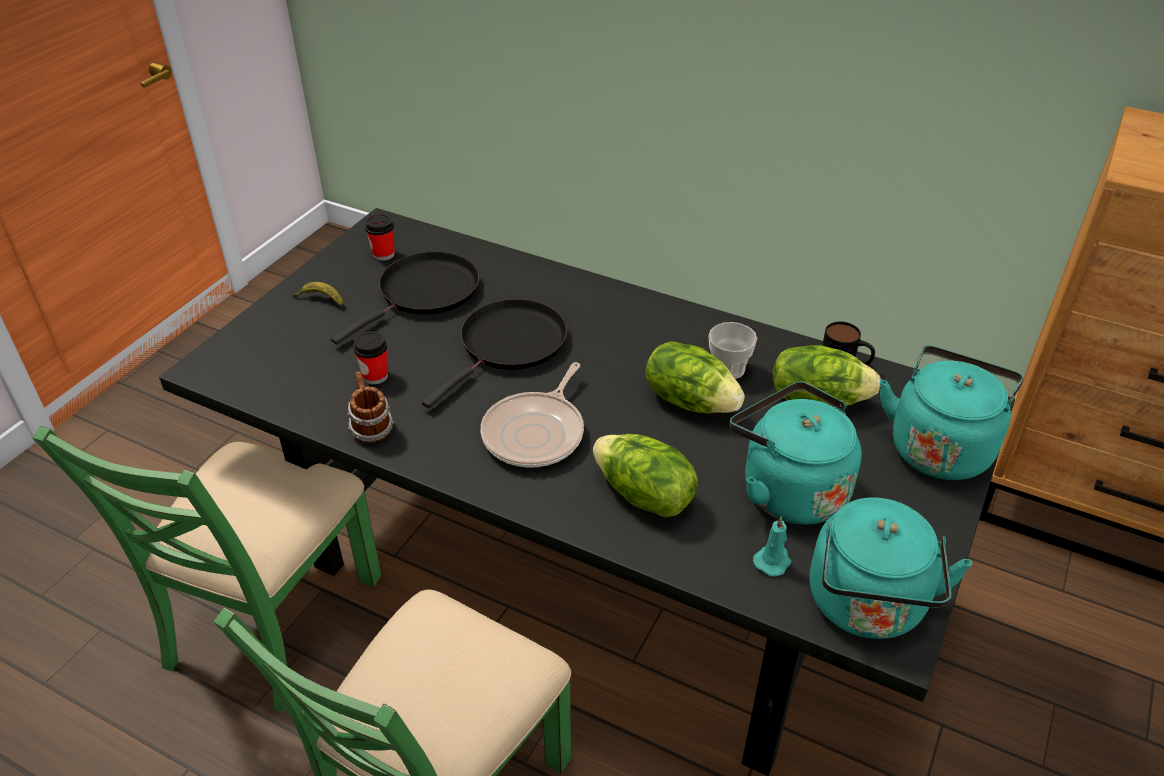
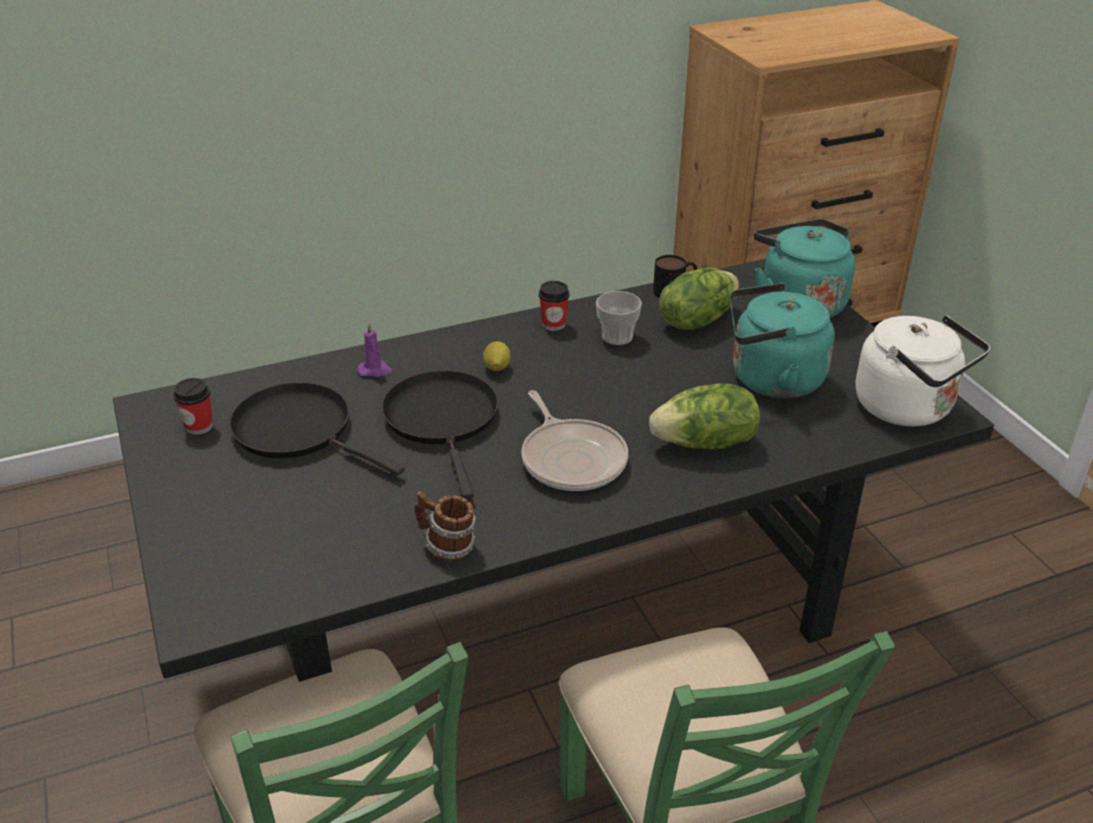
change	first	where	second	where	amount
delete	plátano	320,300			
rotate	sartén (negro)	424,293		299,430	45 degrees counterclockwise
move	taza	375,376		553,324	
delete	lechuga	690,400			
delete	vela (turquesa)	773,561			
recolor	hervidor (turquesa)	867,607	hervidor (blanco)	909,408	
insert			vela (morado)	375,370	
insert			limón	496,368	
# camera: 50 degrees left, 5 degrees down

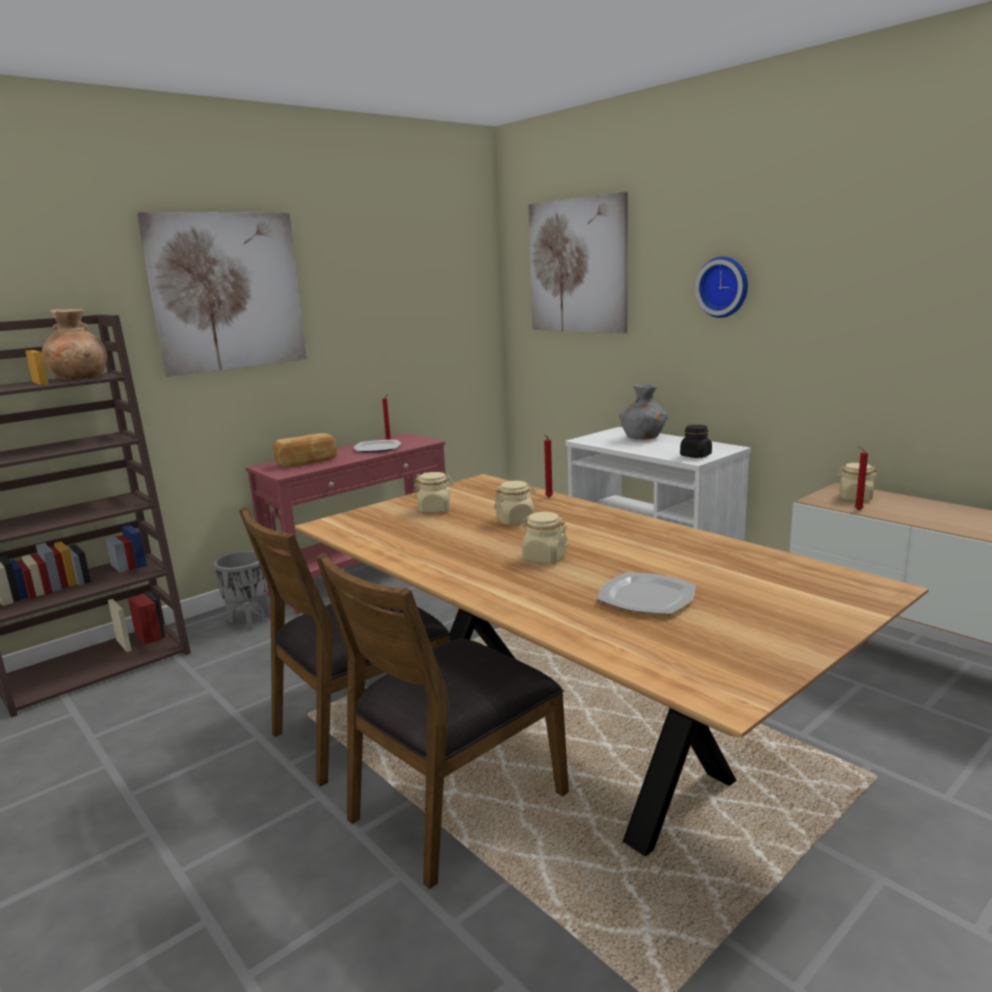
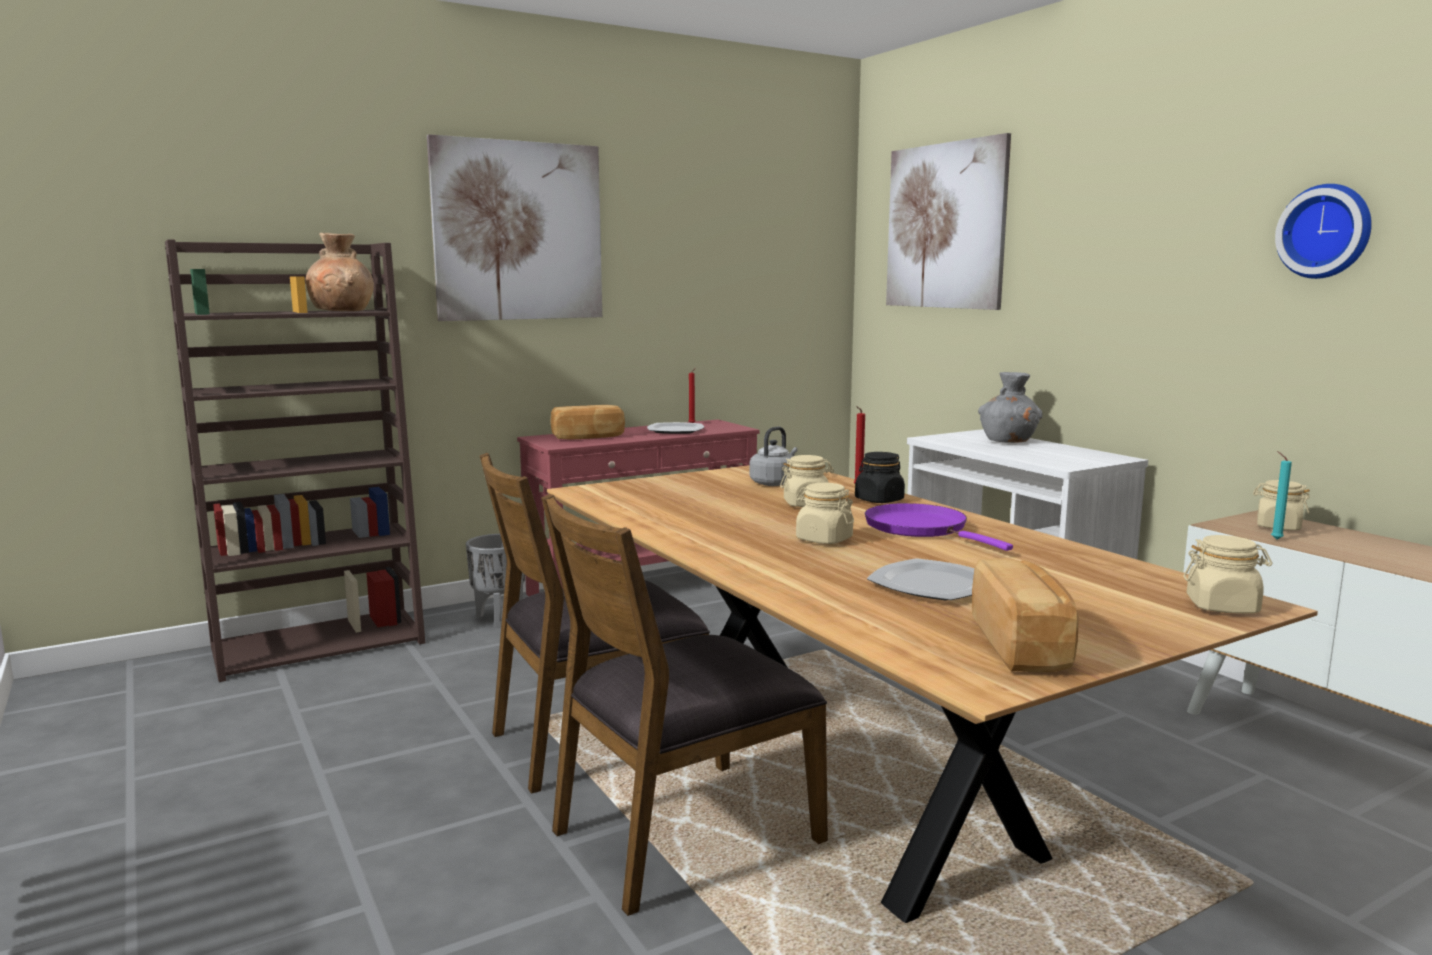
change	first	where	second	where	amount
move	tarro (beis)	435,509		1222,607	
move	tarro (negro)	695,456		879,500	
move	reloj de pared	724,287		1326,231	
recolor	vela (rojo)	857,510	vela (turquesa)	1274,539	
insert			hervidor (gris)	774,483	
insert			sartén (morado)	921,528	
insert			pan	1022,645	
# camera: 10 degrees right, 5 degrees down

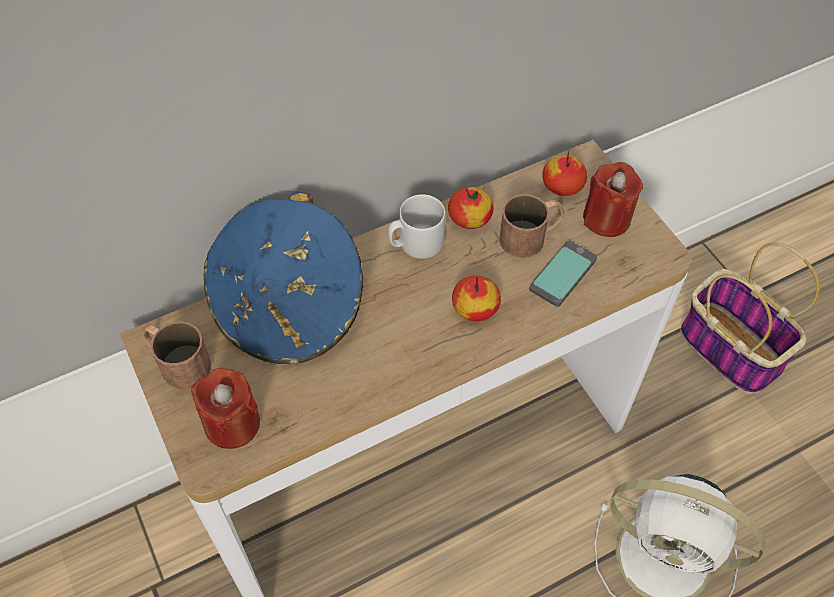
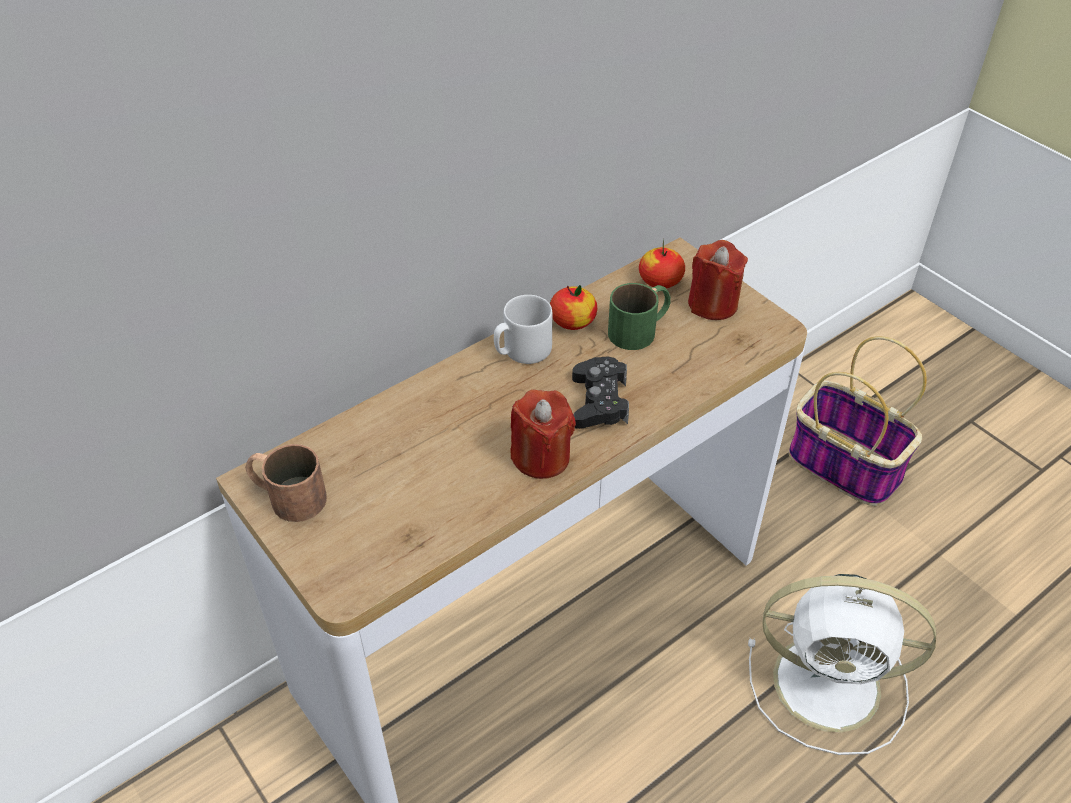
change	first	where	second	where	amount
move	vela (rojo)	232,424		541,457	
delete	sombrero (azul)	289,309			
replace	manzana	475,308	mando de consola (negro)	599,401	
recolor	taza grande (marrón)	531,236	taza grande (verde)	640,329	
delete	móvil	562,274			
# camera: 10 degrees left, 10 degrees down

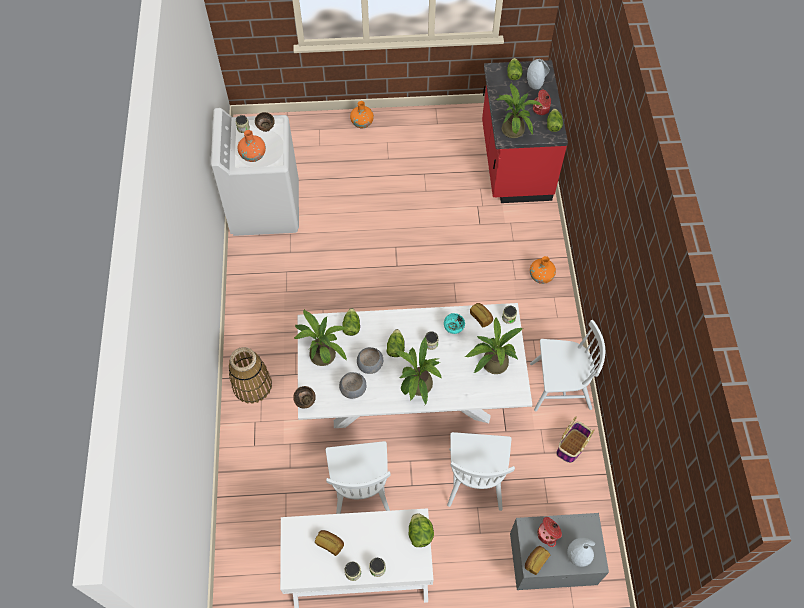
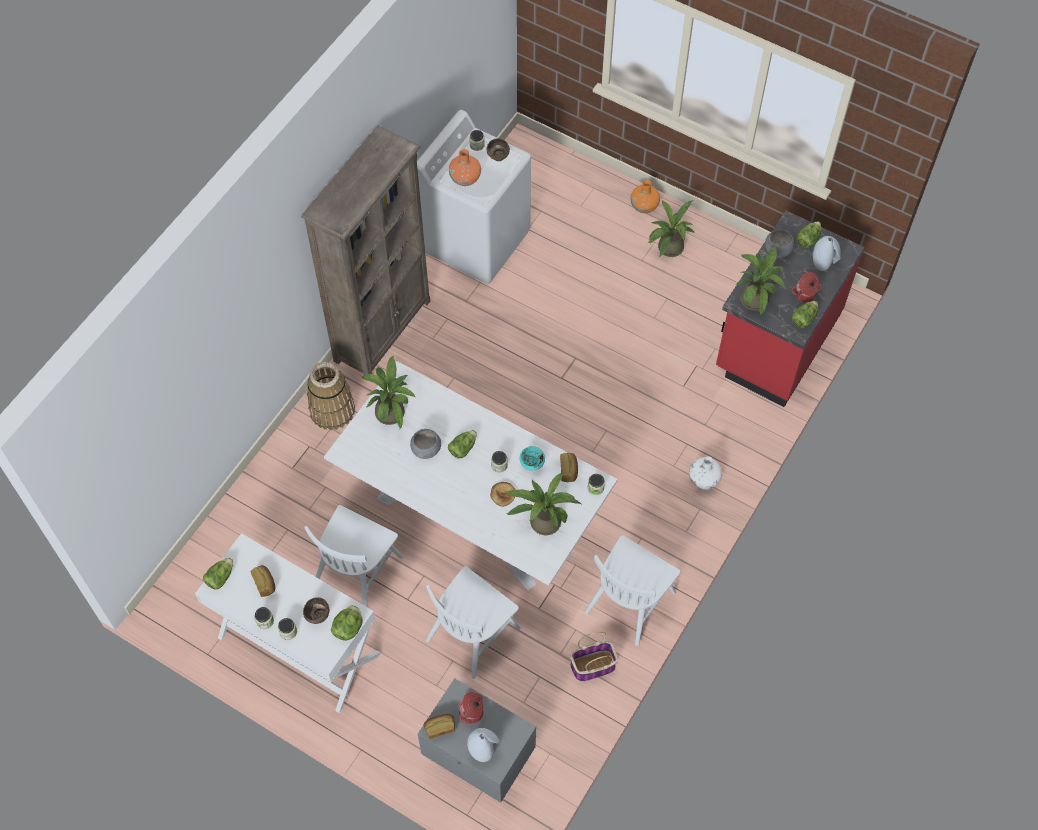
change	first	where	second	where	amount
move	cuenco (marrón)	306,402		318,617	
move	cuenco (gris)	353,389		778,250	
move	lechuga	351,326		220,577	
move	planta en maceta	417,387		667,249	
recolor	florero (naranja)	541,276	florero (blanco)	703,479	
rotate	silla (blanco)	560,386		630,601	90 degrees clockwise
insert			estantería (marrón)	383,330	
insert			pan	503,494	
# camera: 35 degrees right, 0 degrees up

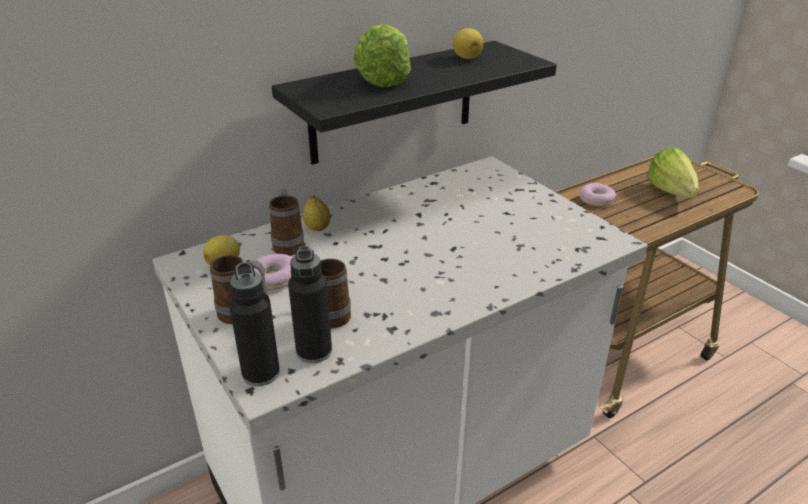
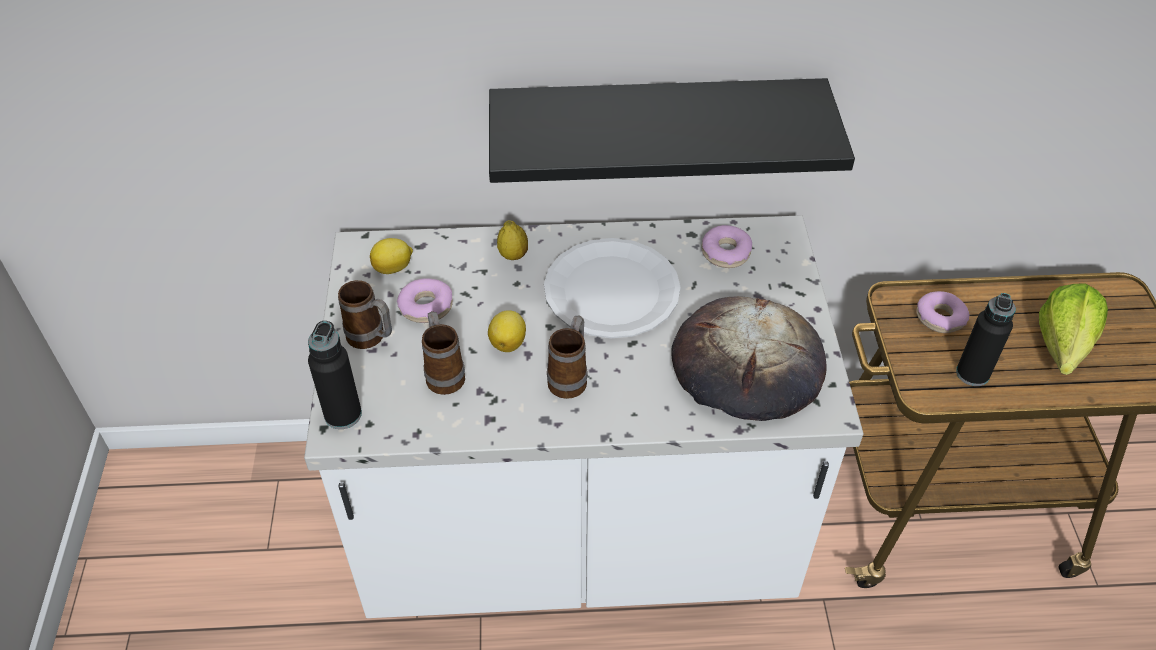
change	first	where	second	where	amount
move	taza grande	288,244		570,377	
move	botella (negro)	314,351		972,373	
delete	lechuga	386,76			
move	limón	467,57		508,342	
insert			plato (blanco)	611,290	
insert			pan	746,365	
insert			rosquilla	726,252	
# camera: 30 degrees right, 15 degrees up

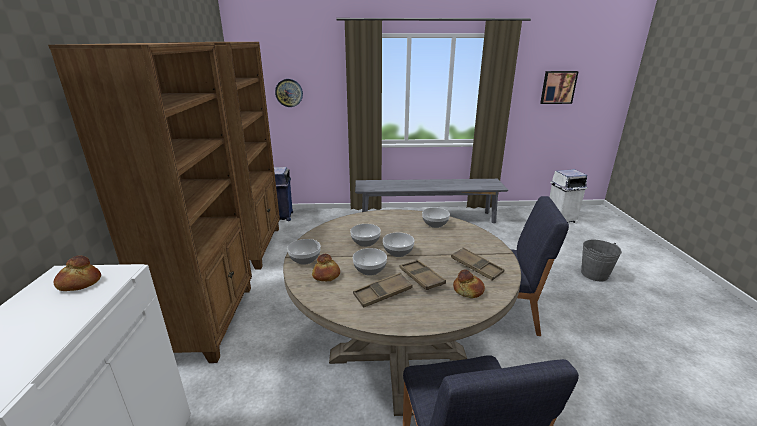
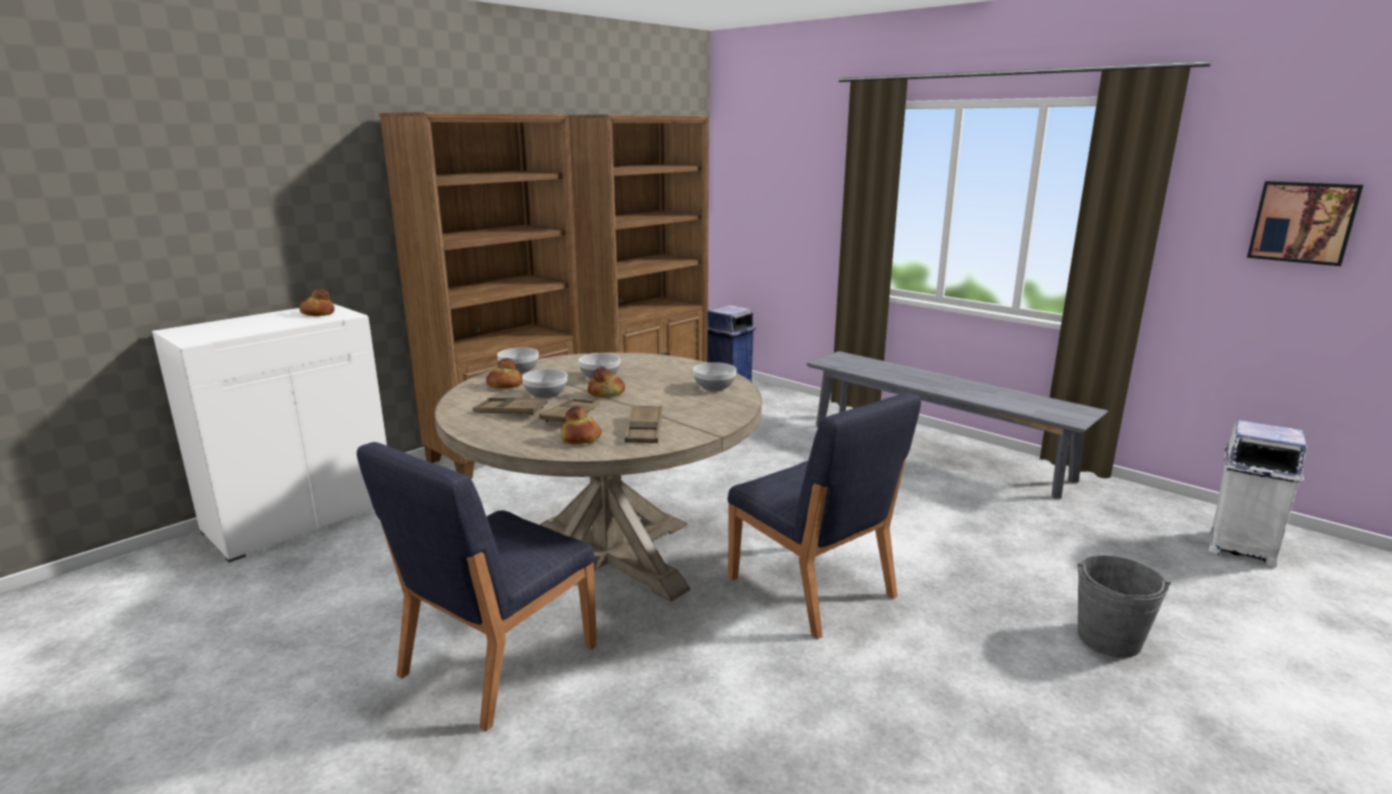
change	first	where	second	where	amount
delete	reloj de pared	289,93			
replace	cuenco	398,252	pan	607,393	
# camera: 45 degrees right, 5 degrees down

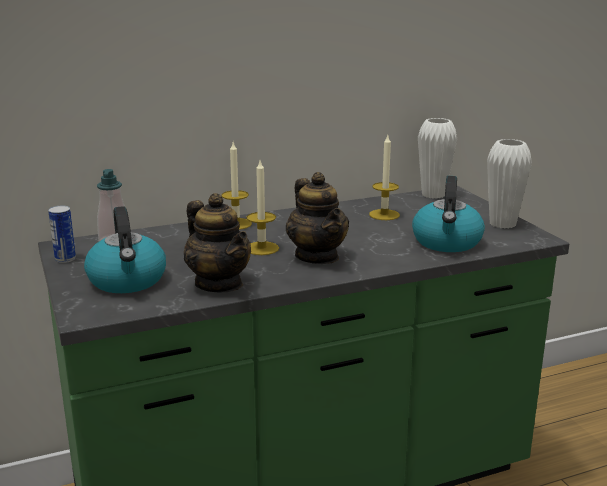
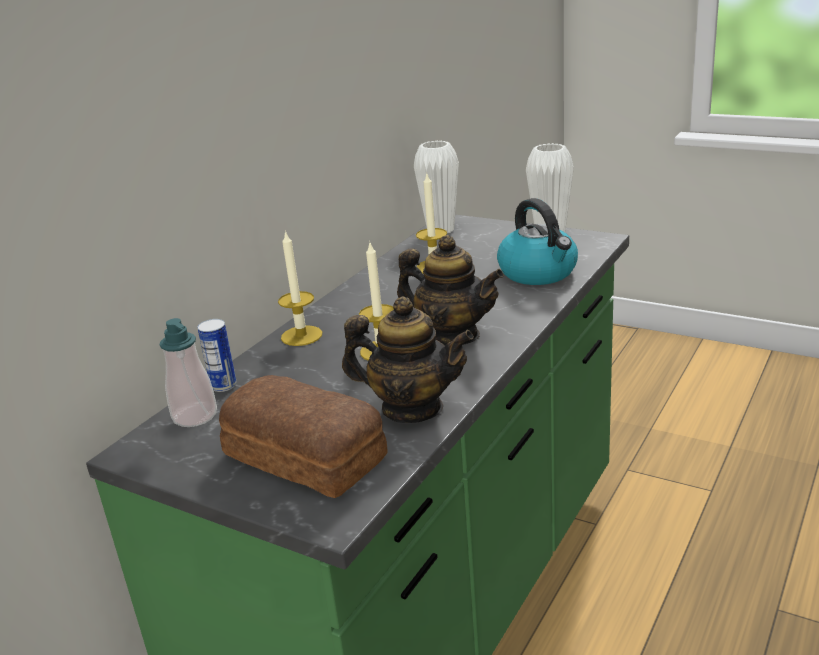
change	first	where	second	where	amount
move	lata	65,259		223,385	
replace	hervidor	128,281	pan	304,453	
# camera: 35 degrees left, 5 degrees up

